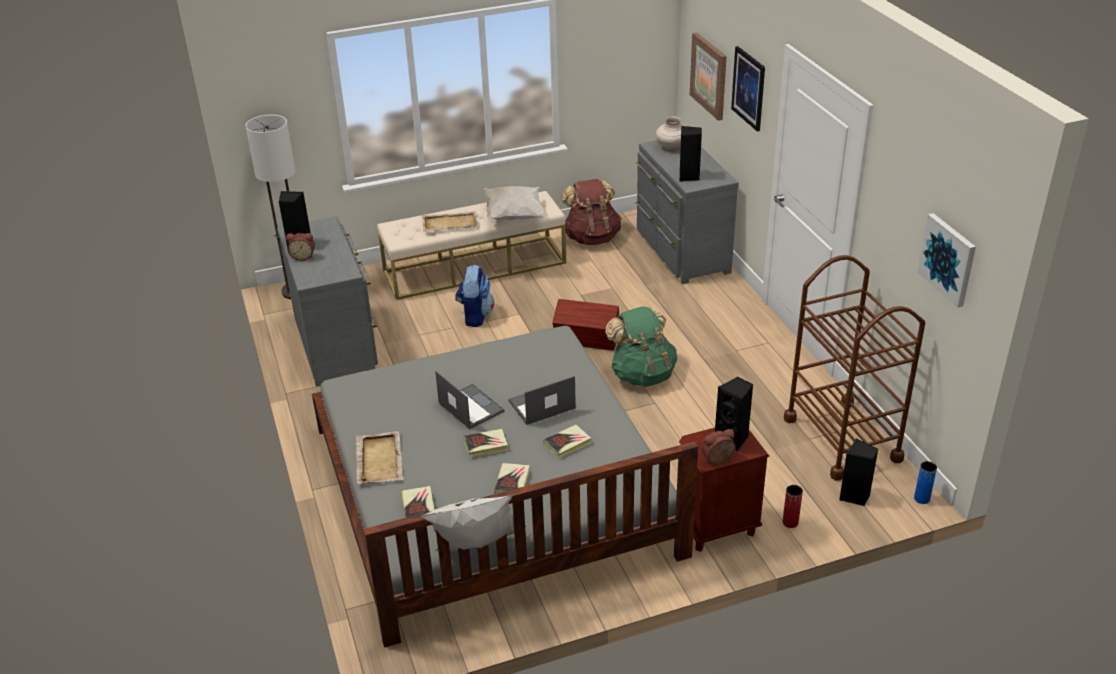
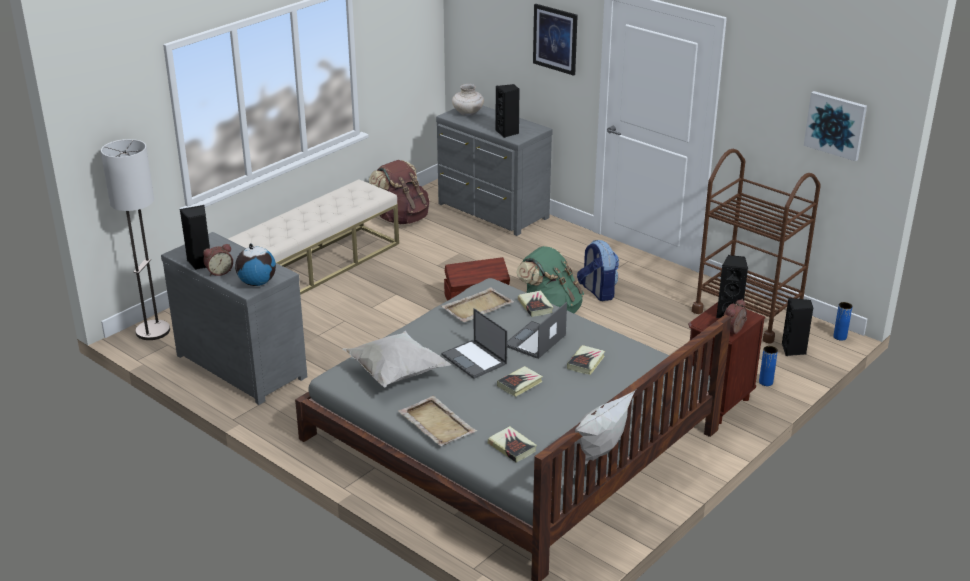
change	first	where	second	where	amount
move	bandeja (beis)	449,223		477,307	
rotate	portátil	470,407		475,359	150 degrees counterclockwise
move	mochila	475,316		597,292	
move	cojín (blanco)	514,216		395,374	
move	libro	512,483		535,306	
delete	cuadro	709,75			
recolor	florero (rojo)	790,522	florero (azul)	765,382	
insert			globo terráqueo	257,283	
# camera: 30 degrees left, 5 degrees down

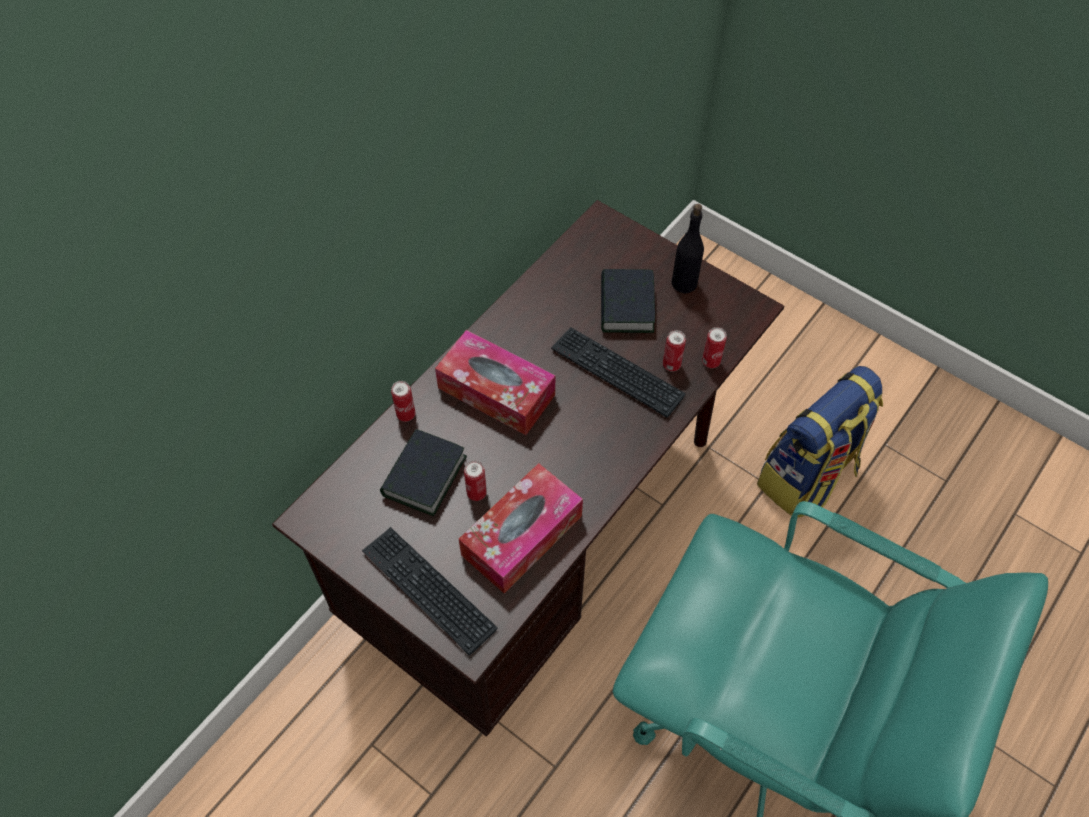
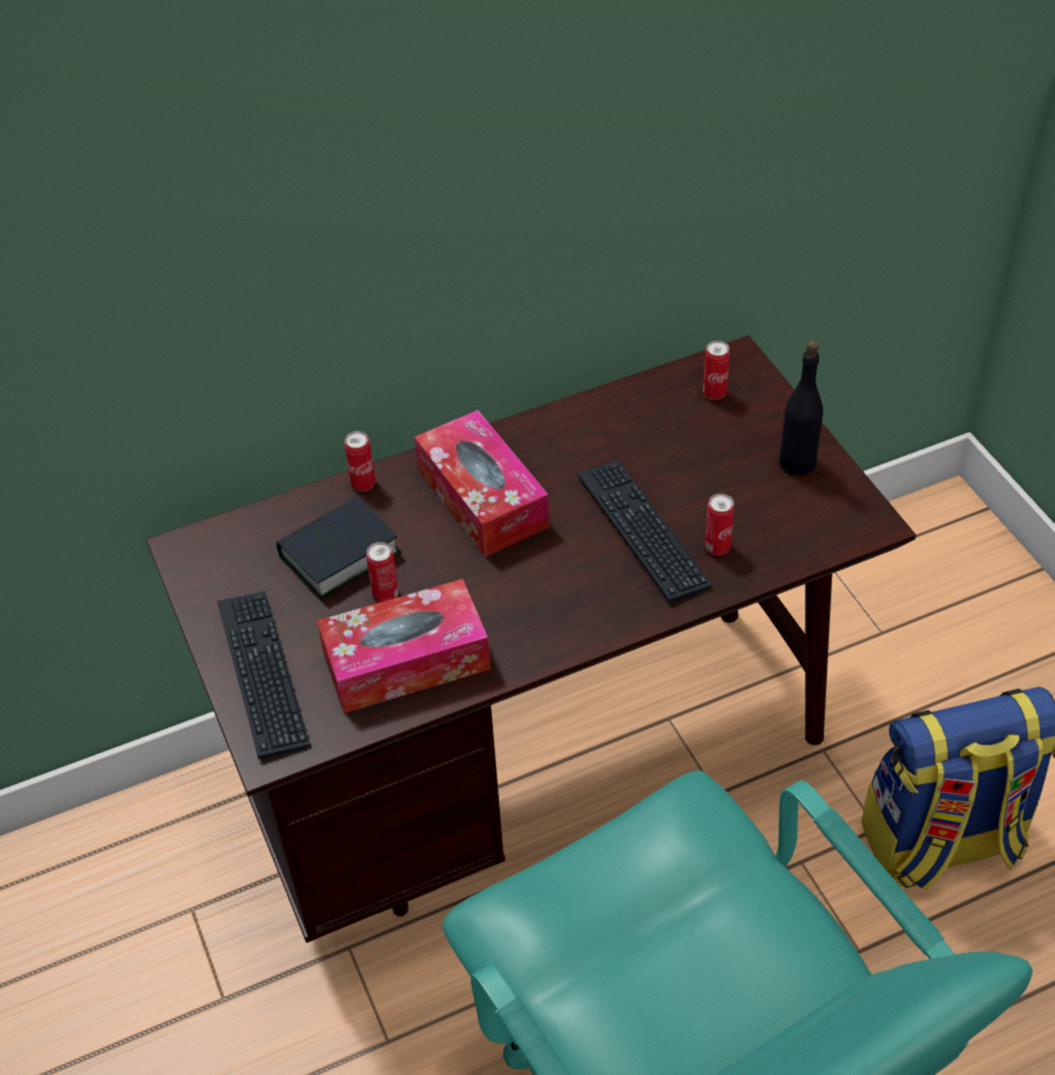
change	first	where	second	where	amount
delete	libro	626,306			
move	lata	711,362		714,393	
# camera: 30 degrees right, 10 degrees down

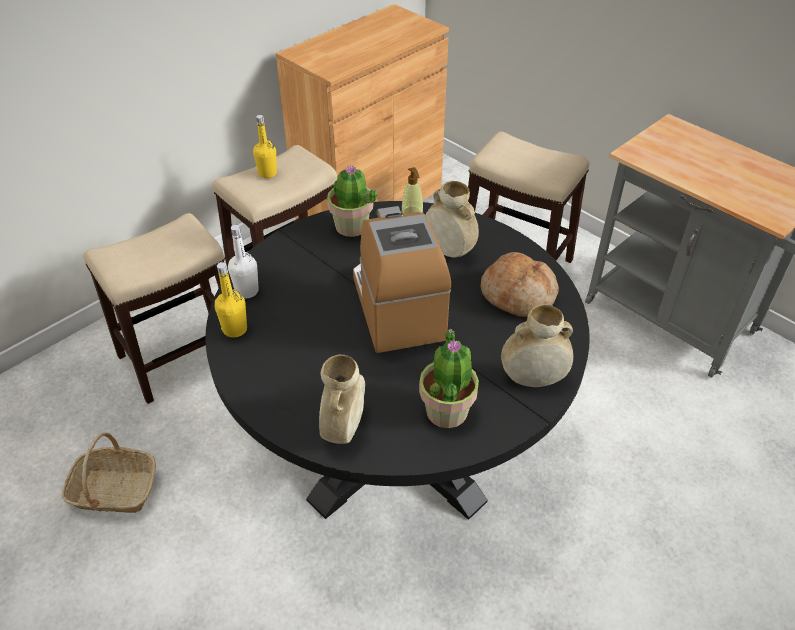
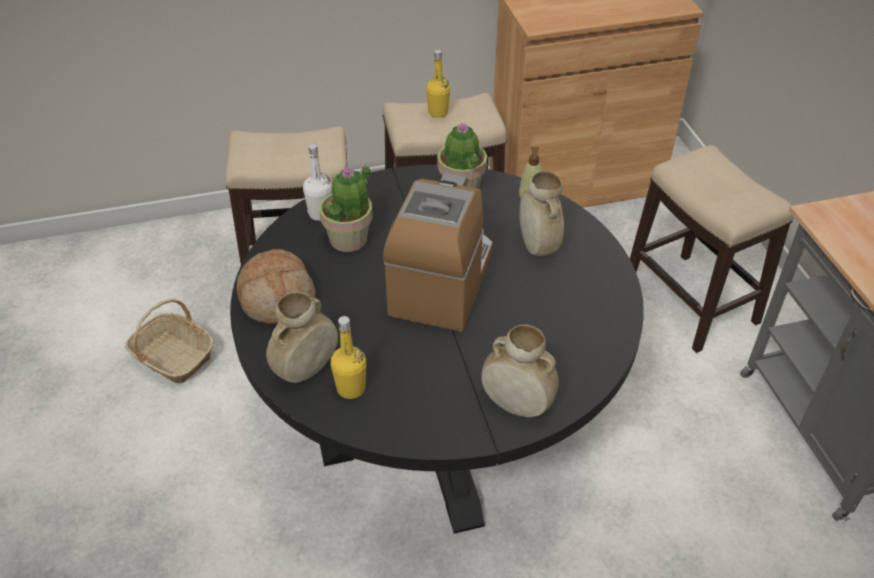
change	first	where	second	where	amount
move	botella (amarillo)	235,329		351,388	
move	planta en maceta	447,411		349,239	
move	pan	518,295		277,298	
# camera: 30 degrees right, 0 degrees up

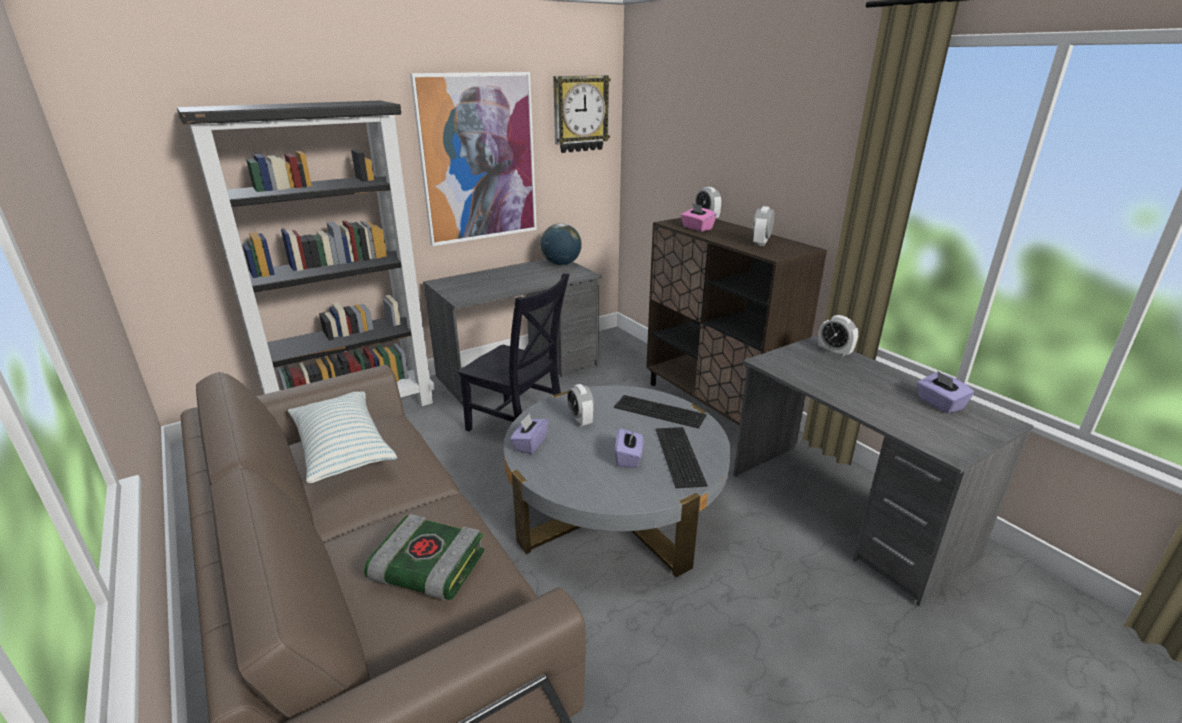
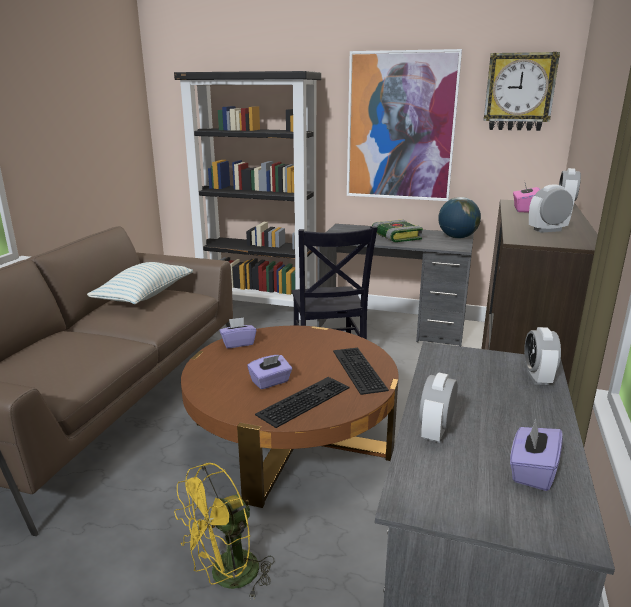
change	first	where	second	where	amount
move	libro	426,568		395,237	
recolor	mesa de centro (gris)	615,506	mesa de centro (marrón)	291,437	
move	despertador	580,420		436,431	
insert			ventilador (amarillo)	226,577	
# camera: 50 degrees right, 5 degrees down

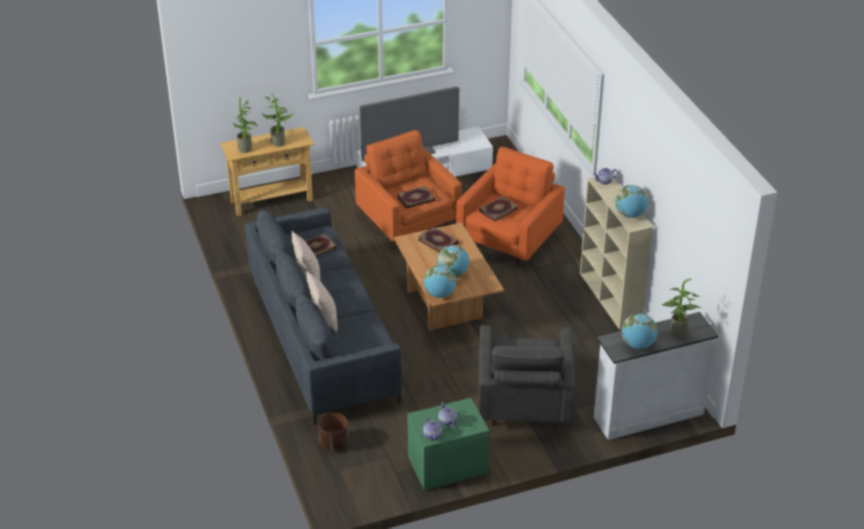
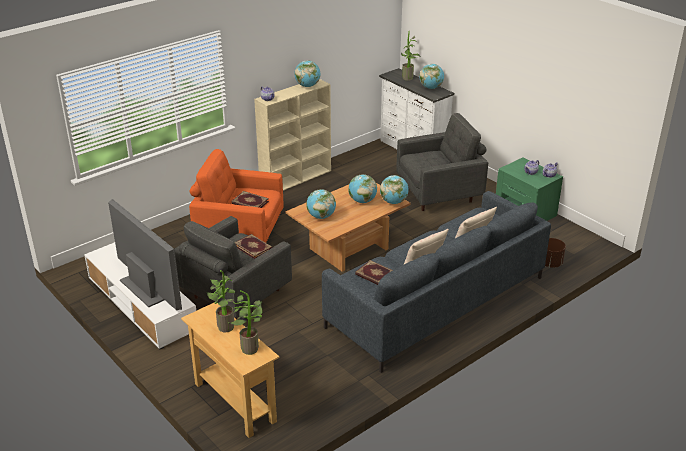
change	first	where	second	where	amount
recolor	sillón (naranja)	408,221	sillón (gris)	235,294	
replace	libro	438,241	globo terráqueo	321,216	
# camera: 110 degrees left, 5 degrees down

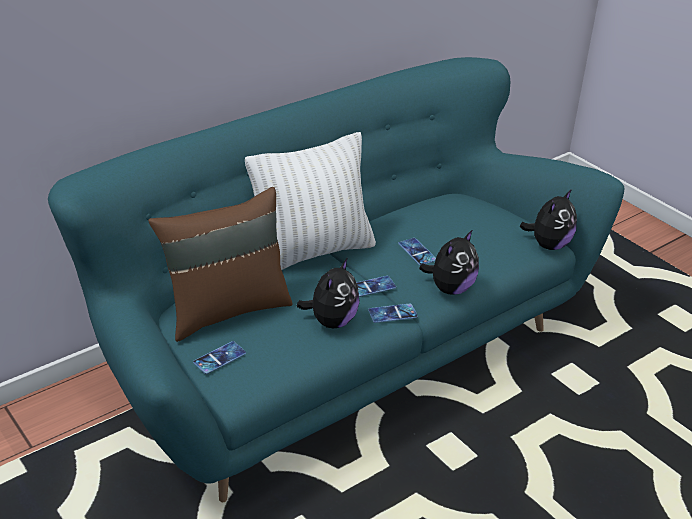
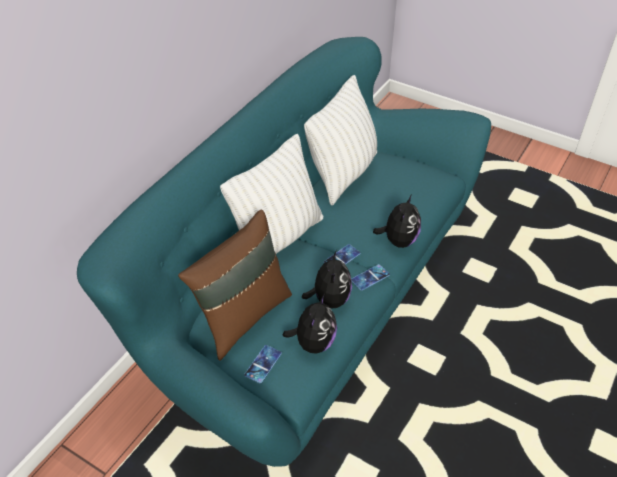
change	first	where	second	where	amount
delete	móvil	417,252			
move	peluche	548,245		313,343	
insert			cojín (blanco)	343,174	
# camera: 20 degrees left, 10 degrees up

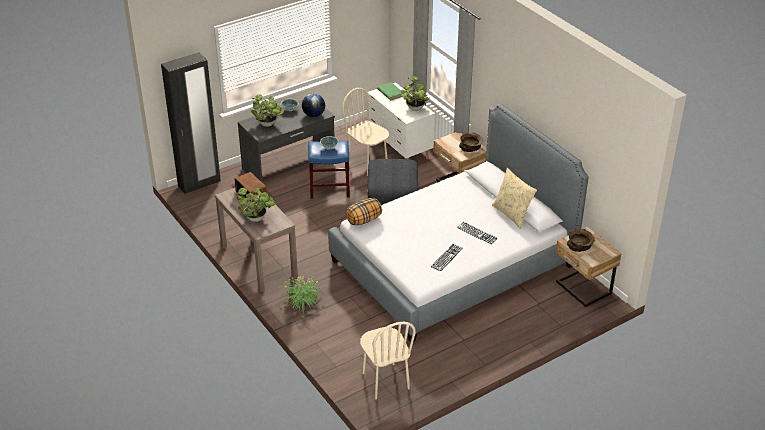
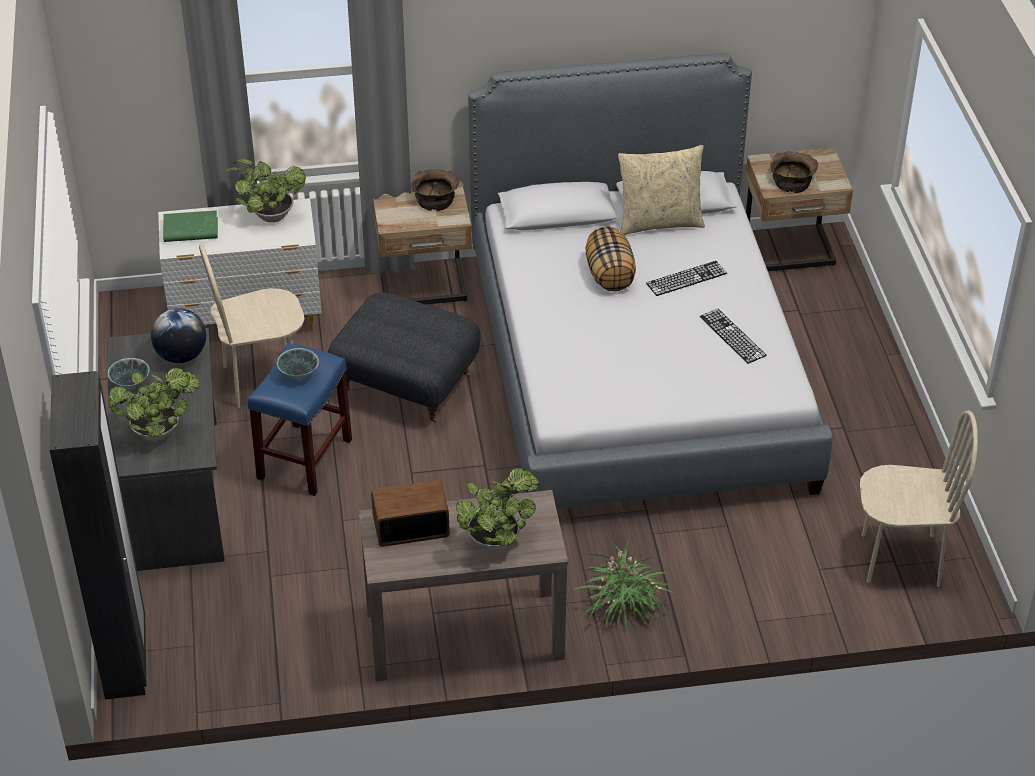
change	first	where	second	where	amount
move	cojín	364,220		610,275	
# camera: 65 degrees left, 5 degrees up

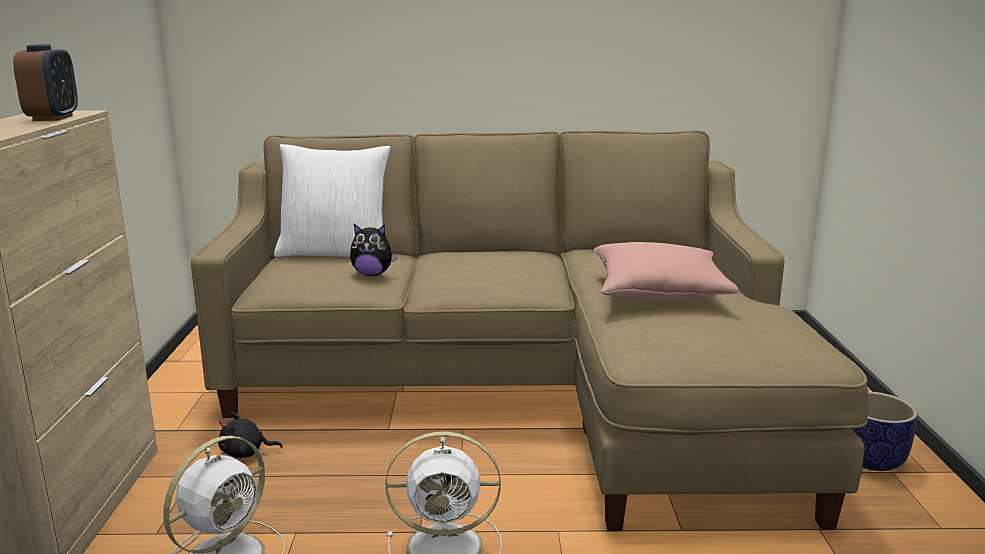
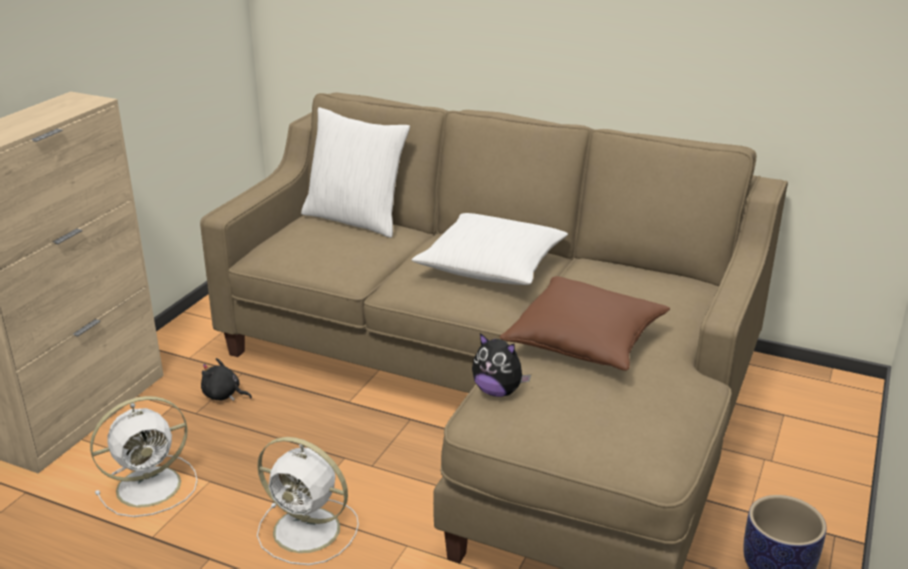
change	first	where	second	where	amount
delete	despertador	53,118			
move	peluche	372,274		498,391	
recolor	cojín (rosa)	659,291	cojín (marrón)	585,341	
insert			cojín (blanco)	492,265	
# camera: 25 degrees right, 10 degrees up

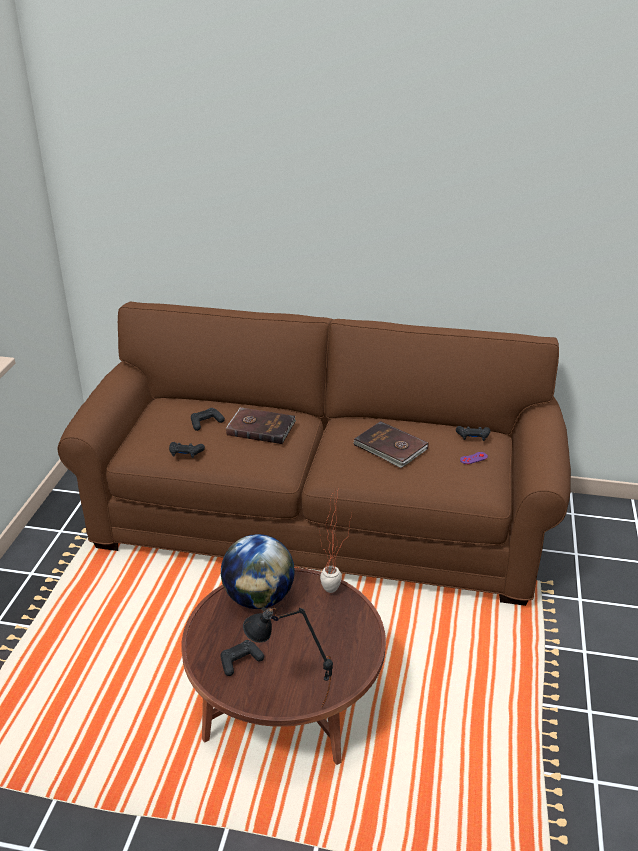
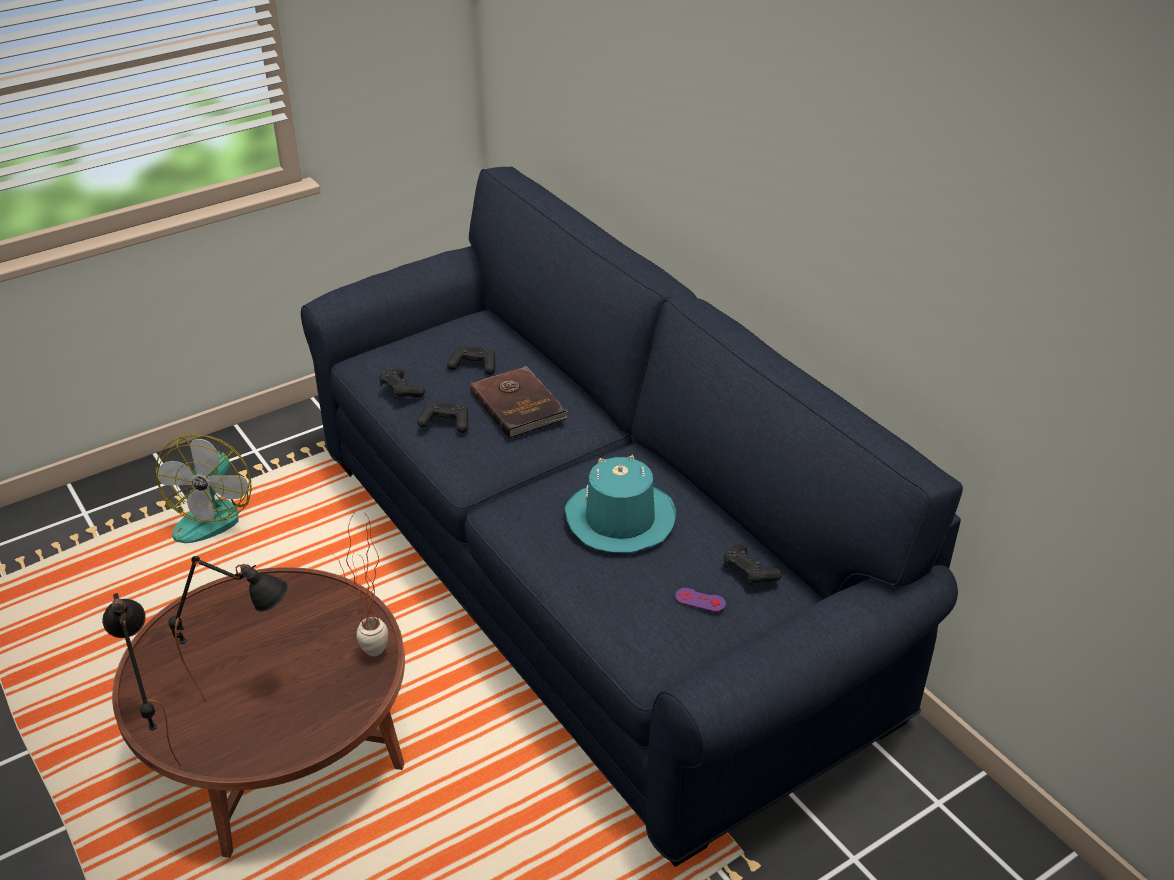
change	first	where	second	where	amount
recolor	sofá (marrón)	319,521	sofá (azul)	587,579	
delete	globo terráqueo	259,598			
move	mando de consola (negro)	240,661		445,423	
replace	libro (marrón)	390,448	sombrero (turquesa)	619,519	
insert			ventilador	212,513	
insert			lámpara de mesa (negro)	248,687	
# camera: 45 degrees right, 5 degrees up

